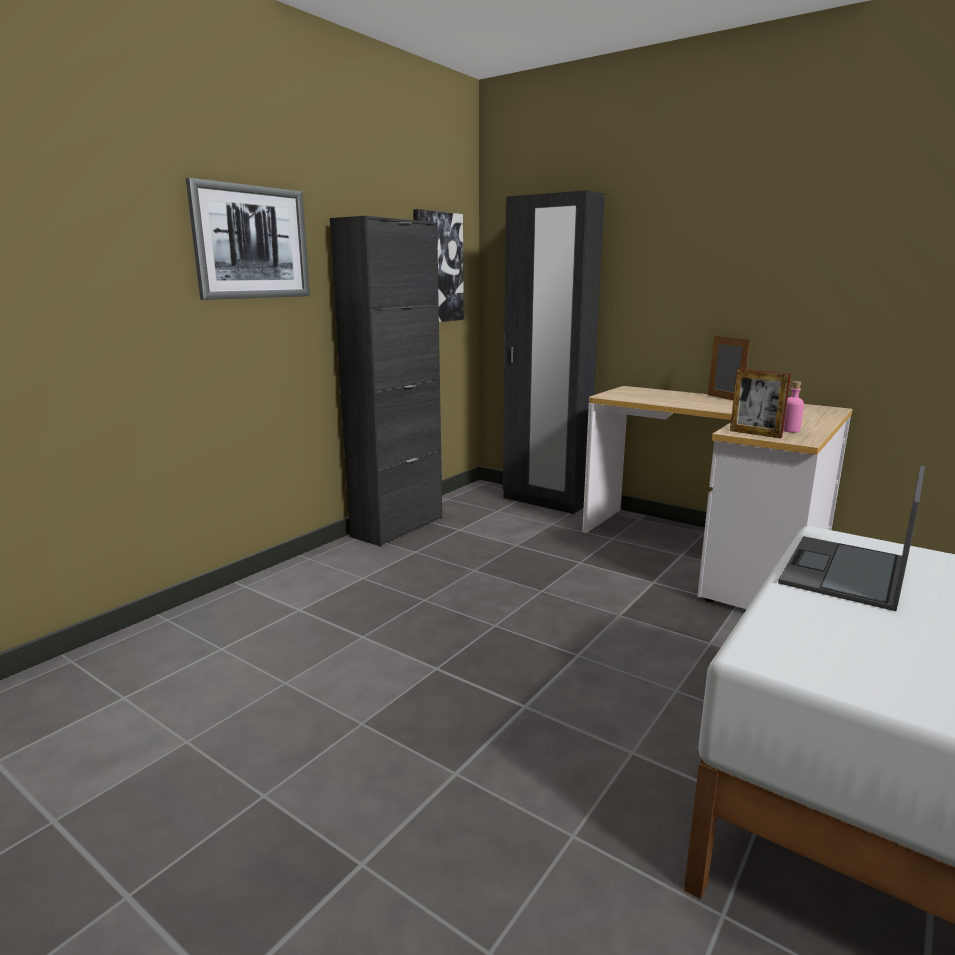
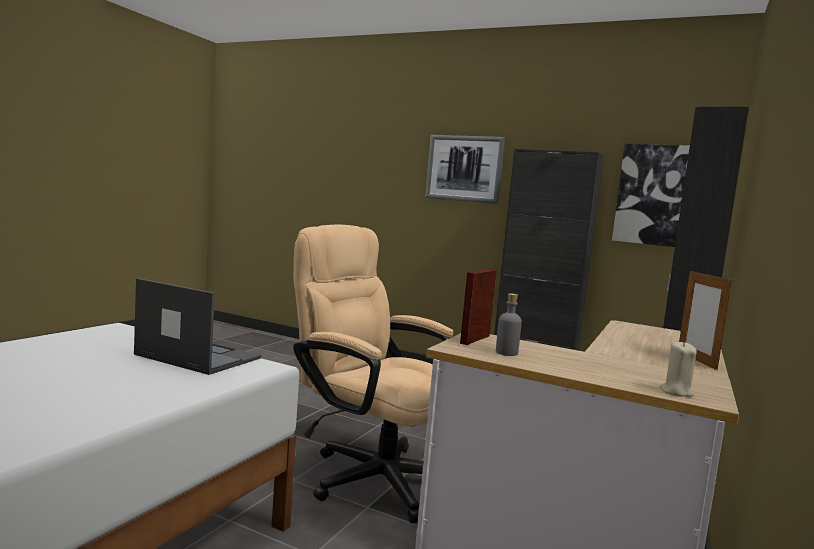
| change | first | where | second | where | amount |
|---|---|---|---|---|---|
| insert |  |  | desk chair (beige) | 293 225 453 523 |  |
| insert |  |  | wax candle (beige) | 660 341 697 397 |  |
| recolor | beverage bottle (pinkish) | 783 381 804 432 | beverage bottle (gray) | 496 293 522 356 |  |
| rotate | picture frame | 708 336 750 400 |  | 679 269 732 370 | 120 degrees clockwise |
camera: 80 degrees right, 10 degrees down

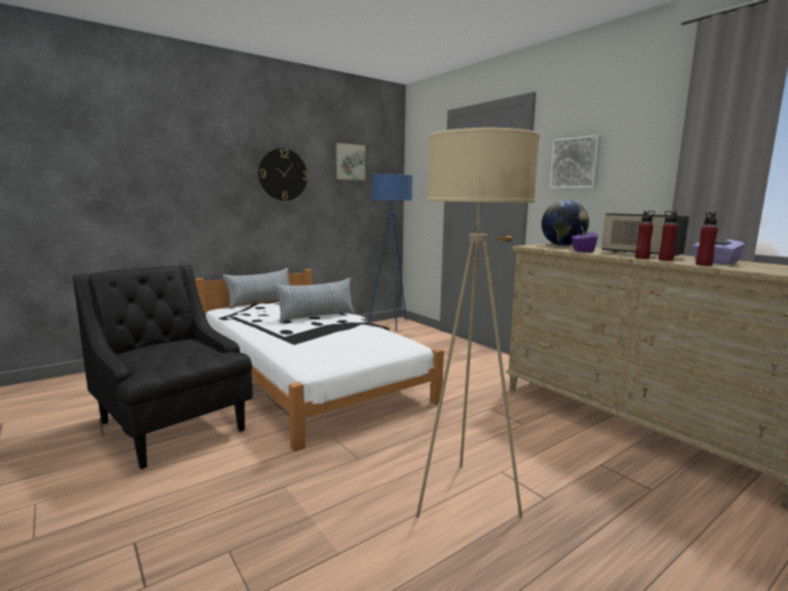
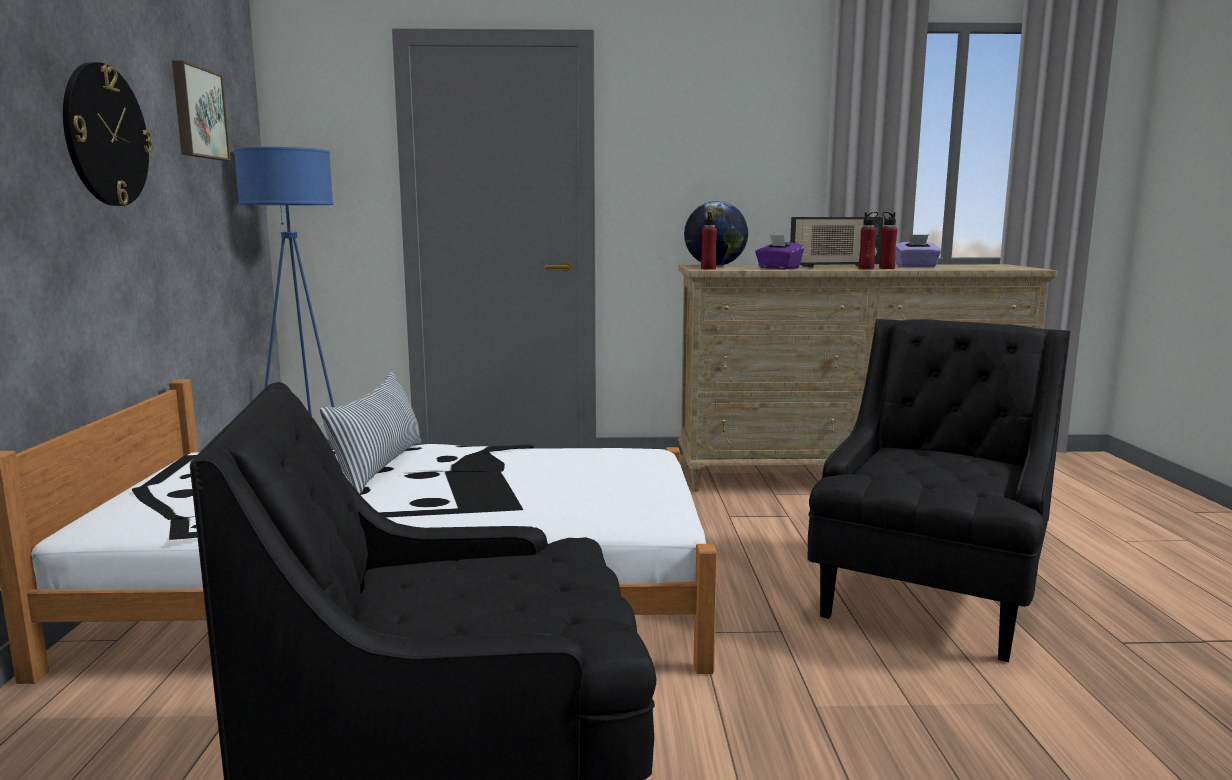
| change | first | where | second | where | amount |
|---|---|---|---|---|---|
| delete | pillow | 223 268 290 309 |  |  |  |
| delete | picture | 549 135 602 189 |  |  |  |
| move | beverage bottle (red) | 696 212 718 266 |  | 701 212 717 269 |  |
| replace | standing lamp (beige) | 416 128 540 519 | easy chair (black) | 808 319 1070 662 |  |
camera: 55 degrees left, 0 degrees up

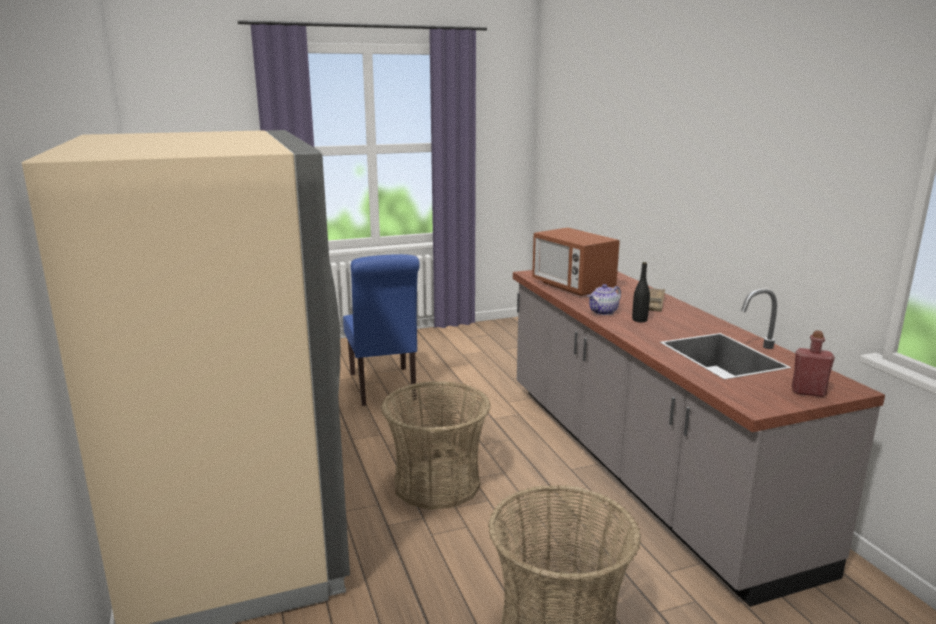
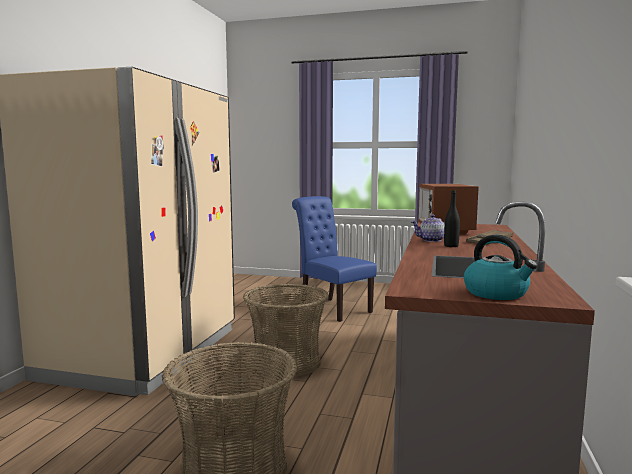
| change | first | where | second | where | amount |
|---|---|---|---|---|---|
| replace | beverage bottle (red) | 792 330 835 397 | water kettle | 464 235 538 300 |  |
| rotate | chair (bluish) | 343 254 420 406 |  | 292 196 377 322 | 120 degrees clockwise |
camera: 35 degrees right, 10 degrees down

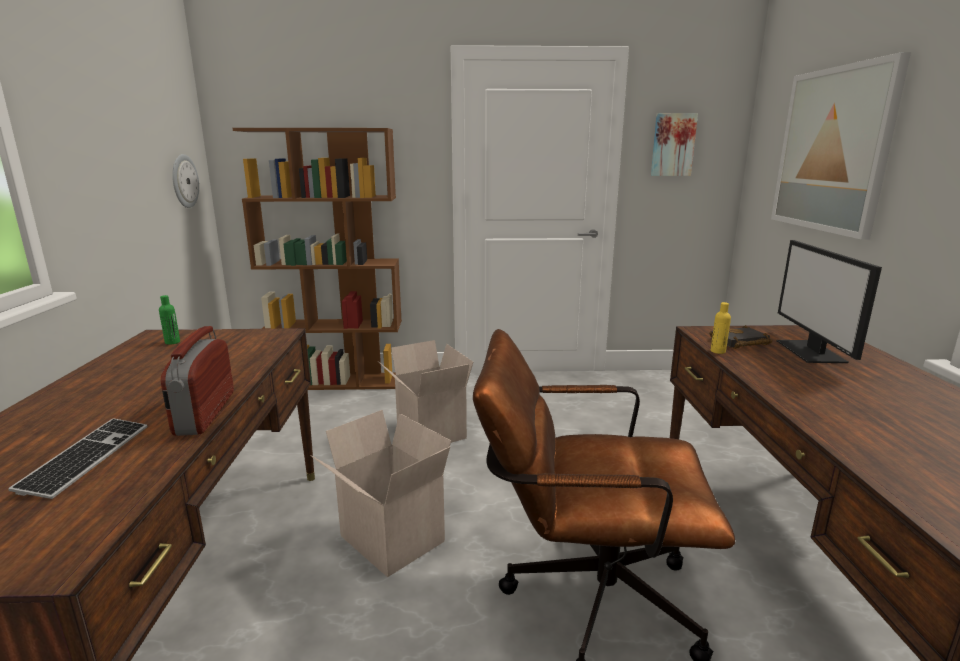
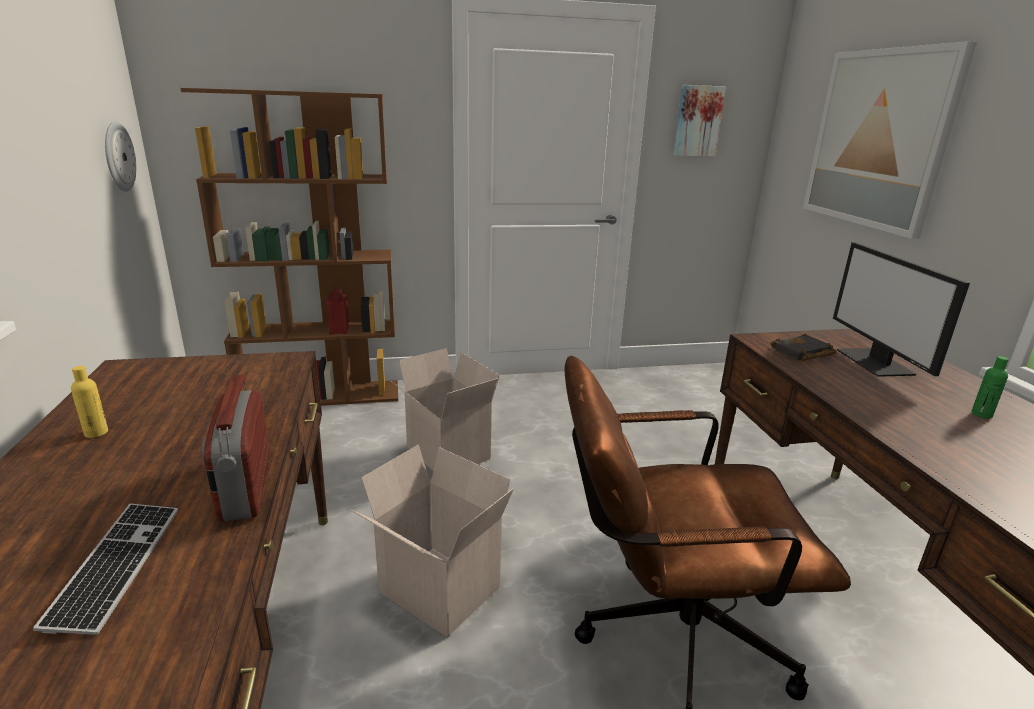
| change | first | where | second | where | amount |
|---|---|---|---|---|---|
| move | beverage bottle (greenish) | 159 295 180 345 |  | 971 356 1009 419 |  |
| move | beverage bottle (yellow-coloured) | 711 302 731 354 |  | 71 366 108 438 |  |
camera: 10 degrees left, 5 degrees up

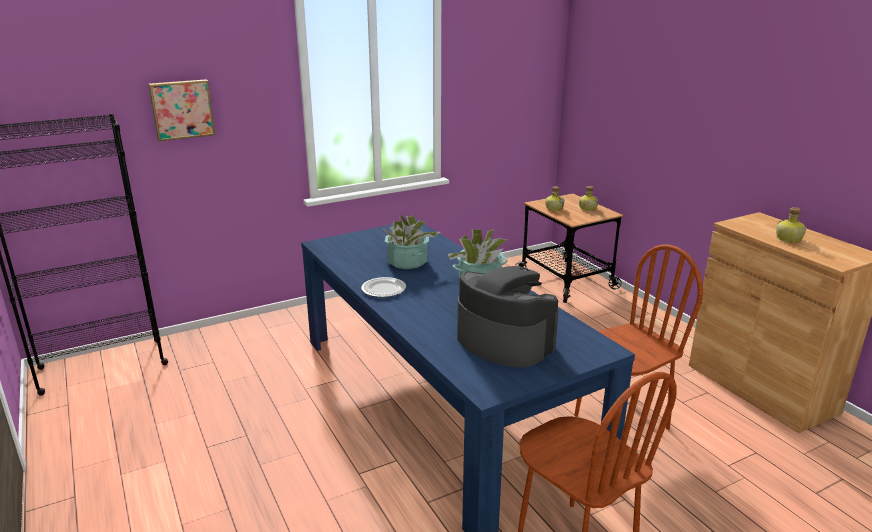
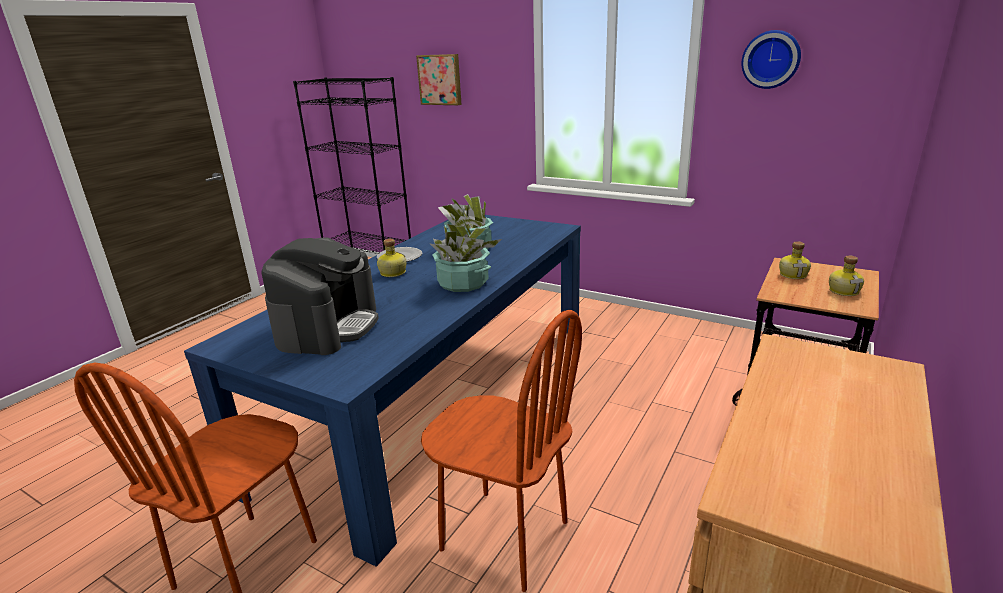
| change | first | where | second | where | amount |
|---|---|---|---|---|---|
| insert |  |  | wall clock | 742 30 801 89 |  |
| move | beverage bottle | 776 207 806 243 |  | 377 239 406 277 |  |
camera: 60 degrees right, 0 degrees up

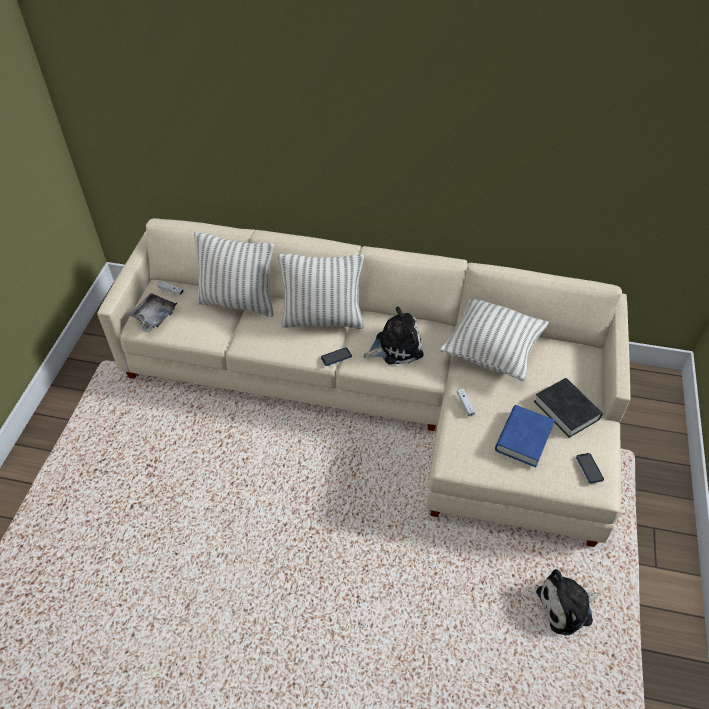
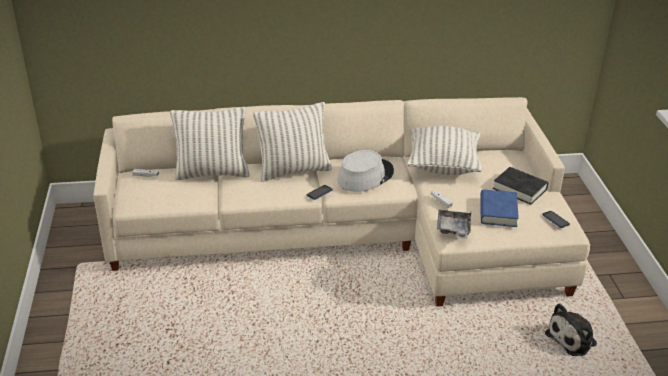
| change | first | where | second | where | amount |
|---|---|---|---|---|---|
| move | carrying tray (gray) | 129 293 177 332 |  | 437 210 471 239 |  |
| replace | cuddly toy | 363 306 424 364 | wearable hat (gray) | 337 150 394 192 |  |
camera: 20 degrees left, 15 degrees down

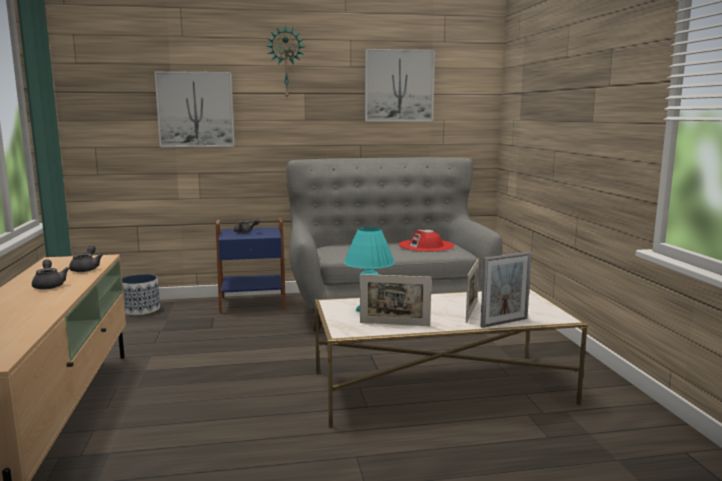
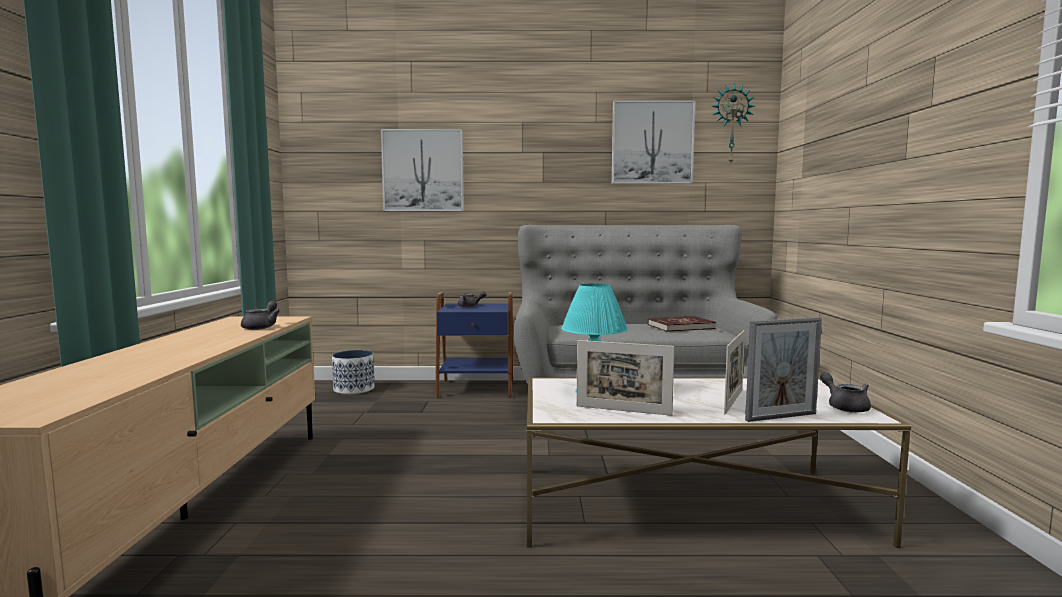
| change | first | where | second | where | amount |
|---|---|---|---|---|---|
| move | pot for tea (gray) | 32 259 70 290 |  | 820 372 871 413 |  |
| move | wall clock | 267 25 305 97 |  | 712 83 754 163 |  |
| replace | wearable hat (red) | 399 230 454 252 | bound book (red) | 648 316 716 332 |  |
camera: 10 degrees right, 5 degrees down

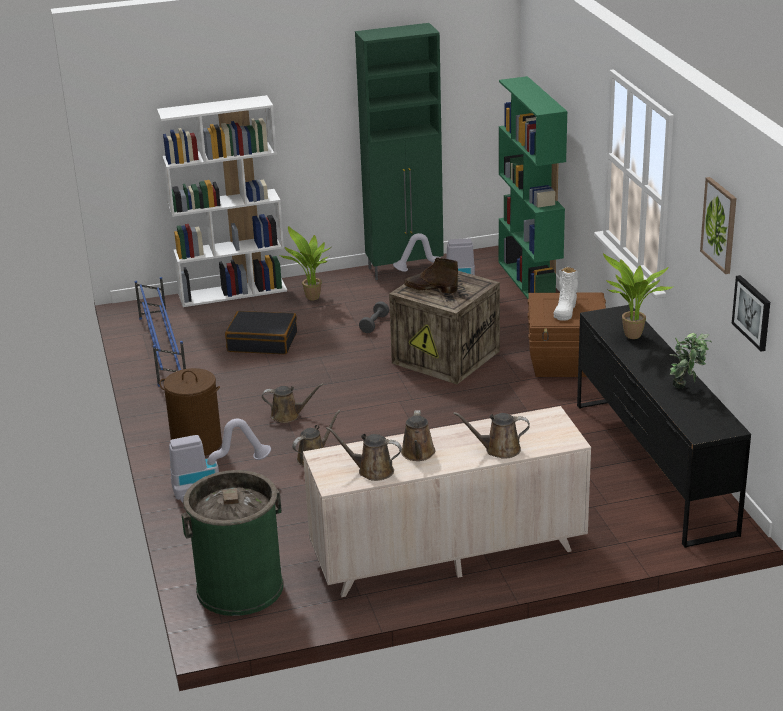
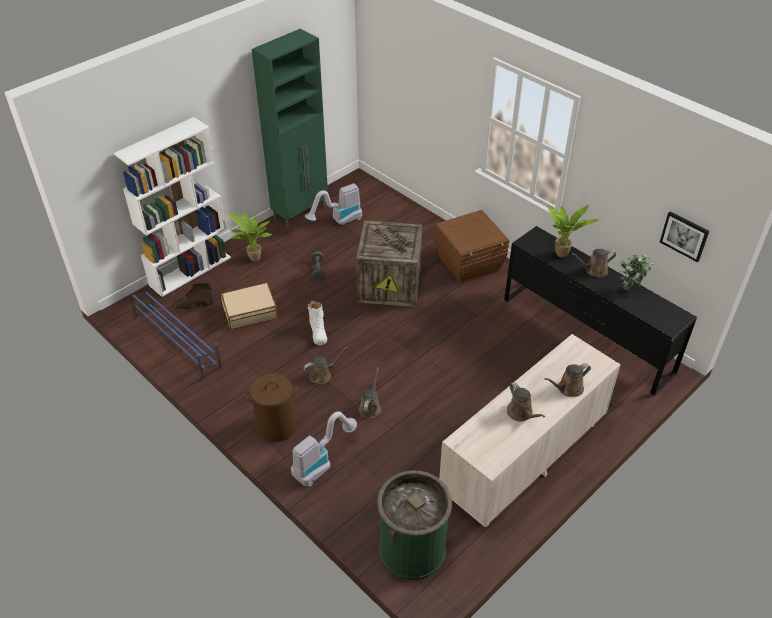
| change | first | where | second | where | amount |
|---|---|---|---|---|---|
| delete | bookcase (greenish) | 499 76 568 299 |  |  |  |
| delete | picture | 700 177 736 274 |  |  |  |
| move | sprinkling can (brown) | 326 427 402 481 |  | 571 249 616 277 |  |
| move | tall boot (brown) | 404 258 458 293 |  | 173 283 213 310 |  |
| move | tall boot (whitish) | 553 267 578 321 |  | 308 301 327 345 |  |
| recolor | travel case (black) | 225 311 297 354 | travel case (beige) | 221 283 277 330 |  |
camera: 30 degrees left, 15 degrees up

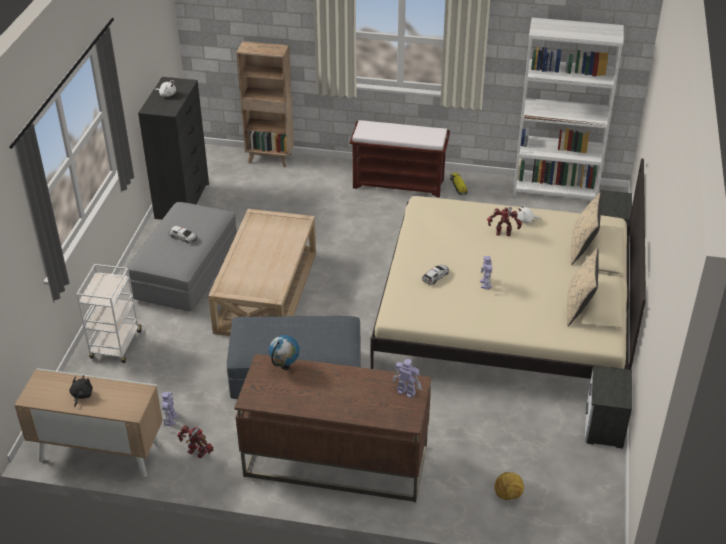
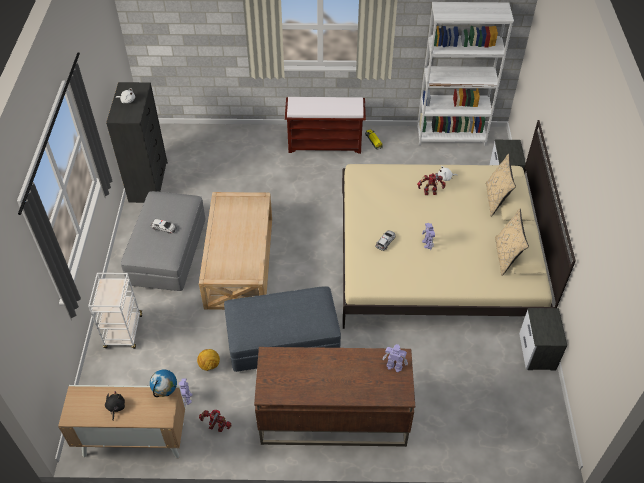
| change | first | where | second | where | amount |
|---|---|---|---|---|---|
| delete | bookcase (brown) | 236 41 294 167 |  |  |  |
| move | desk globe | 269 335 300 370 |  | 150 369 177 397 |  |
| move | ball for football | 494 472 524 500 |  | 197 349 220 371 |  |
camera: 10 degrees left, 10 degrees up

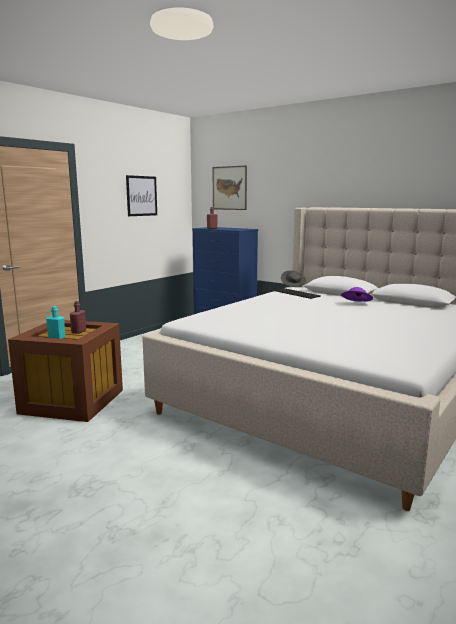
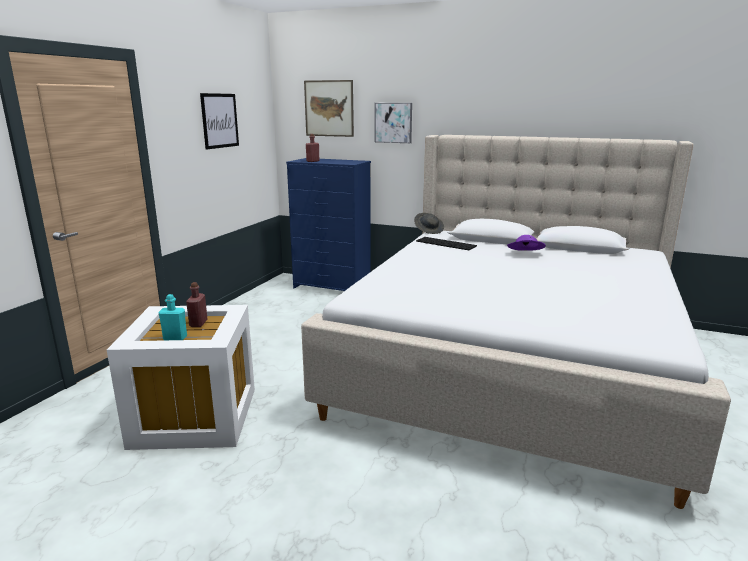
| change | first | where | second | where | amount |
|---|---|---|---|---|---|
| insert |  |  | picture | 375 103 412 143 |  |
| recolor | storage container (brown) | 8 320 123 422 | storage container (whitish) | 107 305 255 450 |  |
camera: 15 degrees left, 5 degrees up

